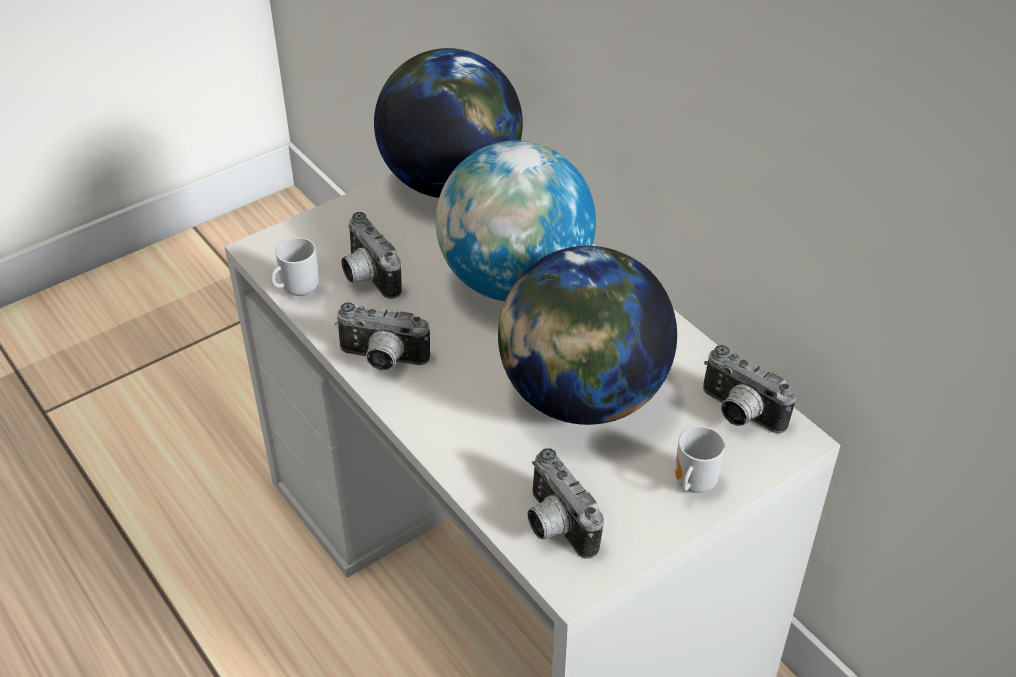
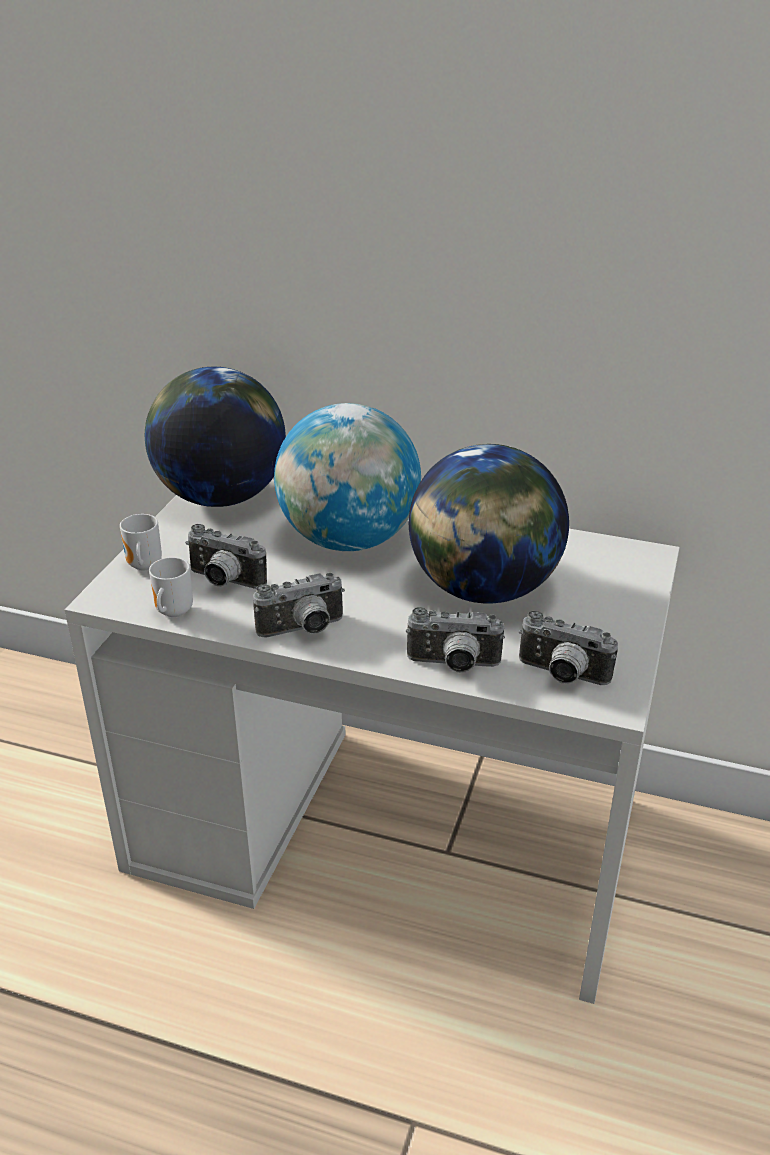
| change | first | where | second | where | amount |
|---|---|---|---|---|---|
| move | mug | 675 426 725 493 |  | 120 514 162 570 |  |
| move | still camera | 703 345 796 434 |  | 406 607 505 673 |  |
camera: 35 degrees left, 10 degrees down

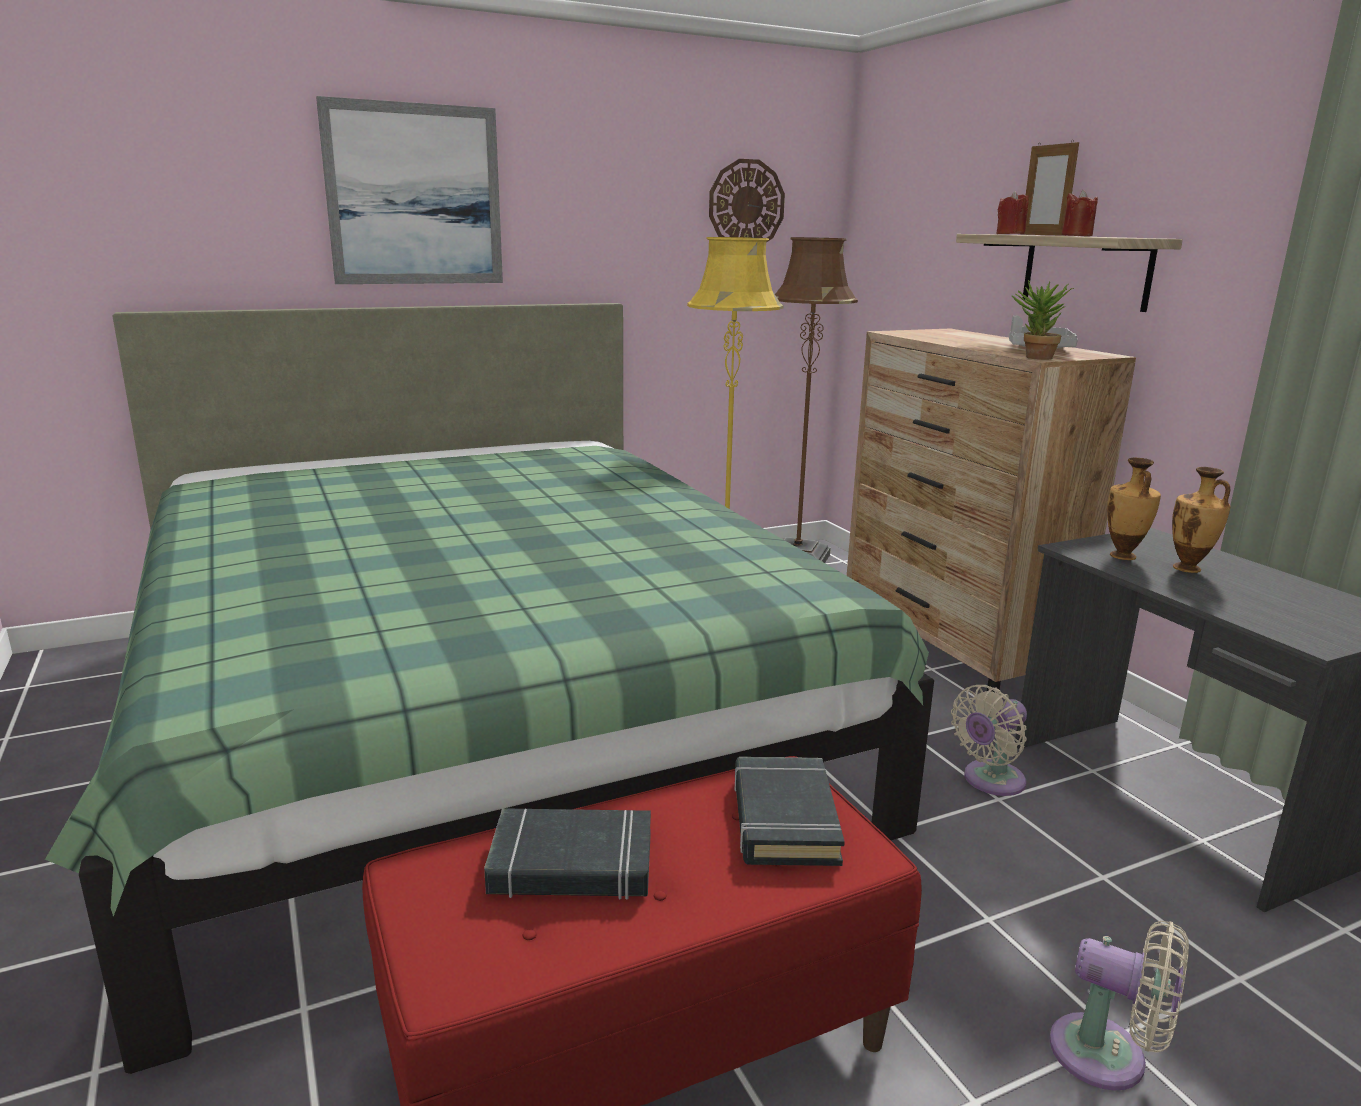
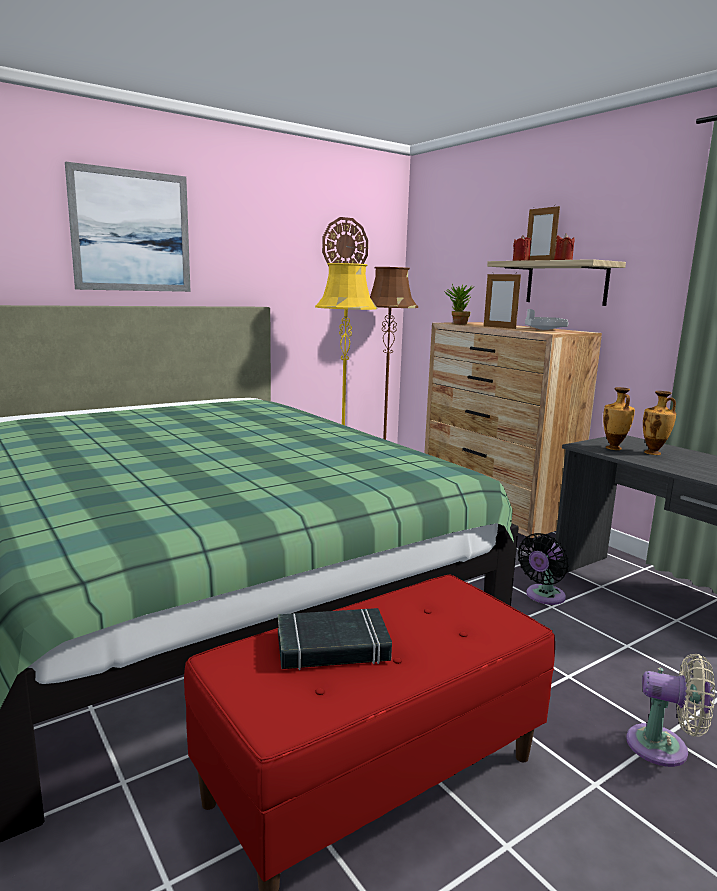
| change | first | where | second | where | amount |
|---|---|---|---|---|---|
| delete | bound book (black) | 734 757 845 866 |  |  |  |
| insert |  |  | picture frame | 484 272 521 329 |  |
| move | potted plant | 1012 280 1074 360 |  | 444 284 472 324 |  |
| recolor | fan (beige) | 951 685 1027 796 | fan (black) | 518 533 569 605 |  |
camera: 10 degrees left, 5 degrees down

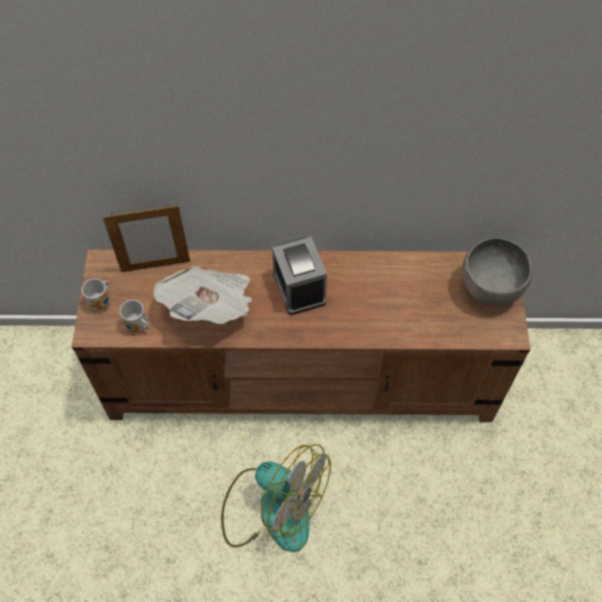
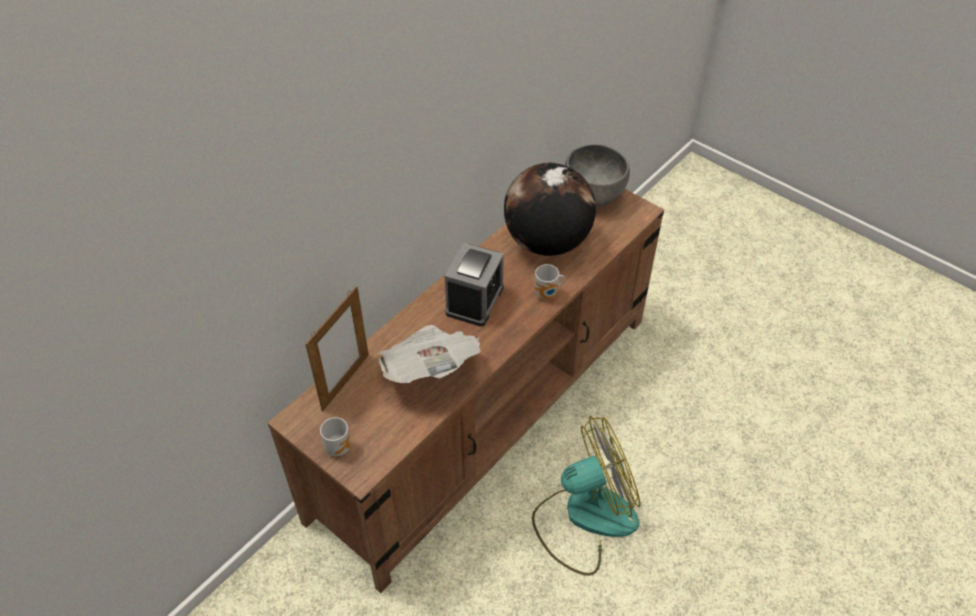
| change | first | where | second | where | amount |
|---|---|---|---|---|---|
| insert |  |  | desk globe | 504 163 596 256 |  |
| move | mug | 120 300 149 332 |  | 534 264 565 299 |  |
| rotate | table clock | 272 237 327 315 |  | 445 243 504 327 | 90 degrees counterclockwise |
camera: 50 degrees left, 10 degrees down

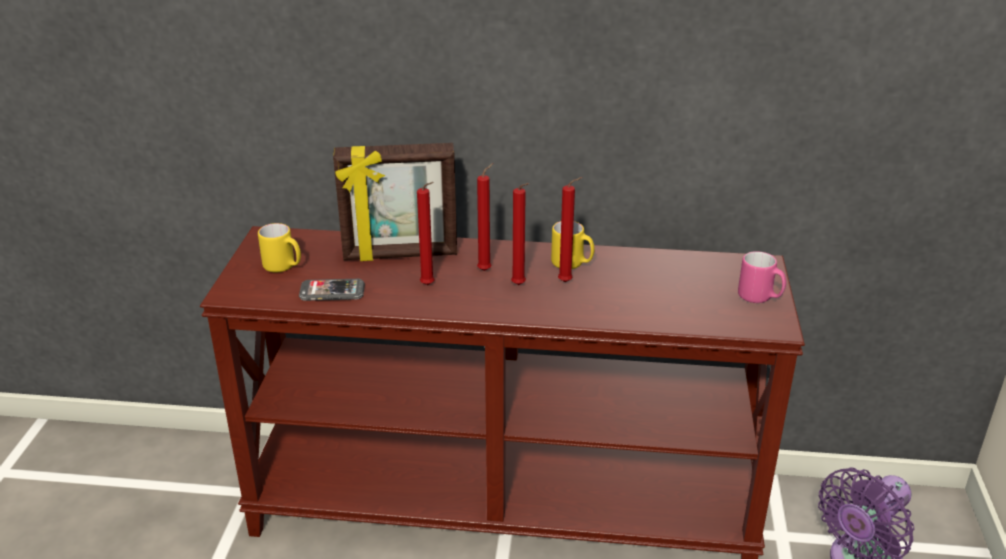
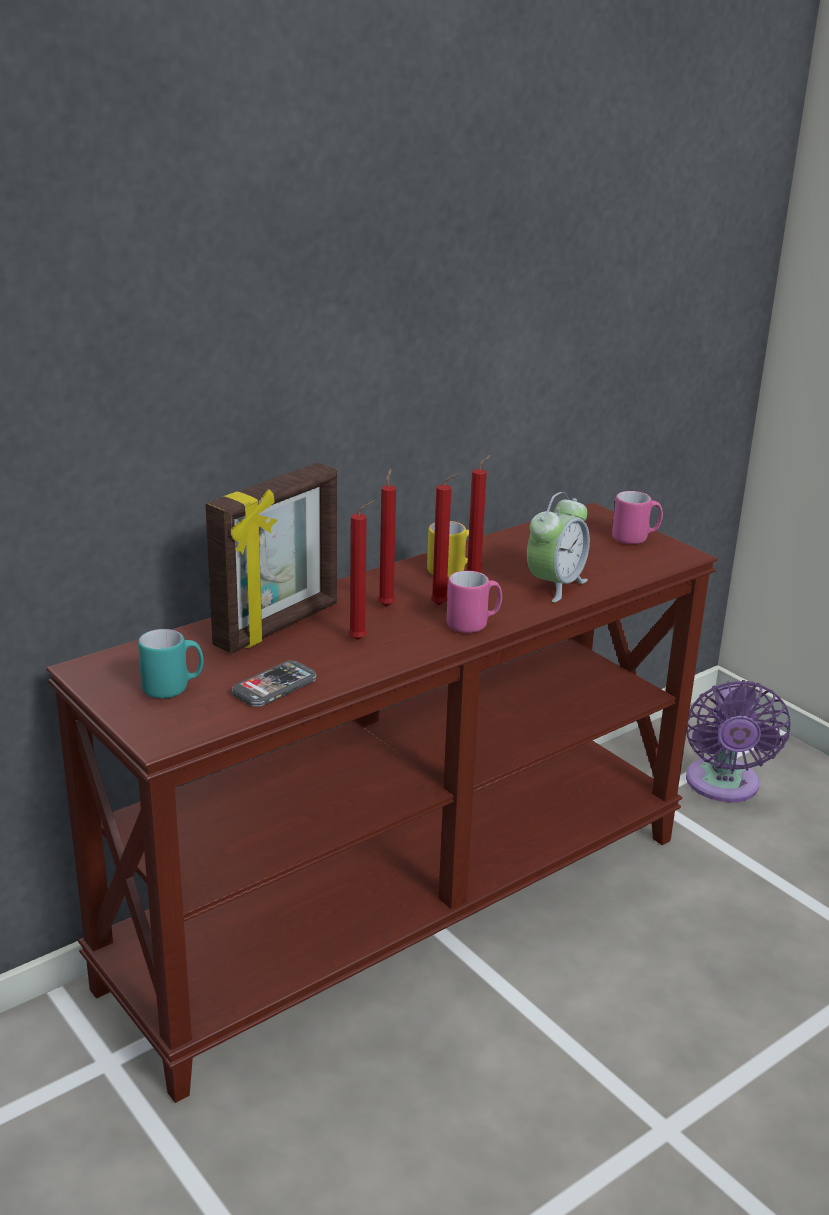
| change | first | where | second | where | amount |
|---|---|---|---|---|---|
| insert |  |  | mug (pinkish) | 447 571 502 633 |  |
| insert |  |  | table clock | 527 492 590 602 |  |
| recolor | mug (yellow-coloured) | 258 223 301 272 | mug (blue-green) | 138 629 204 699 |  |
camera: 45 degrees left, 5 degrees down

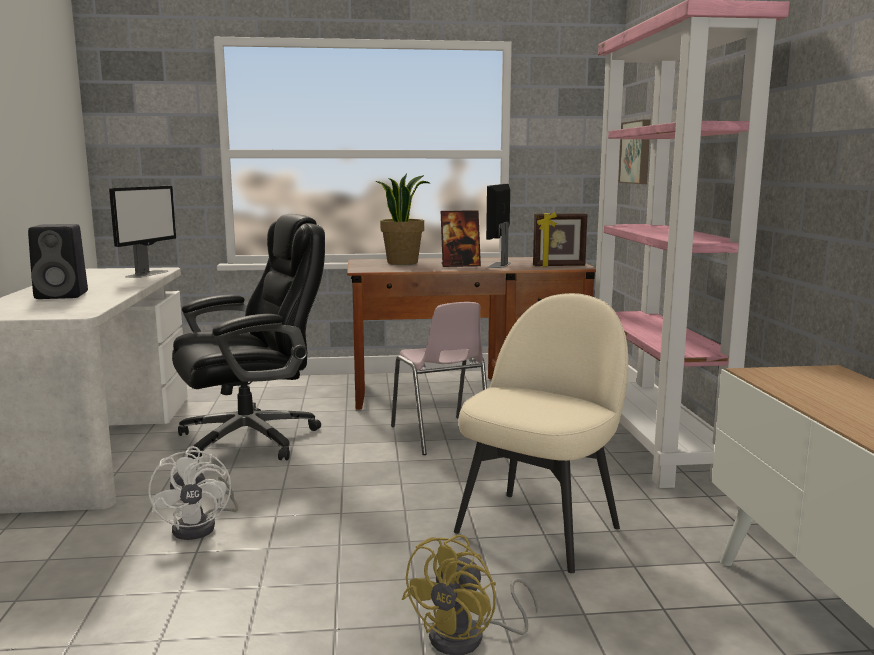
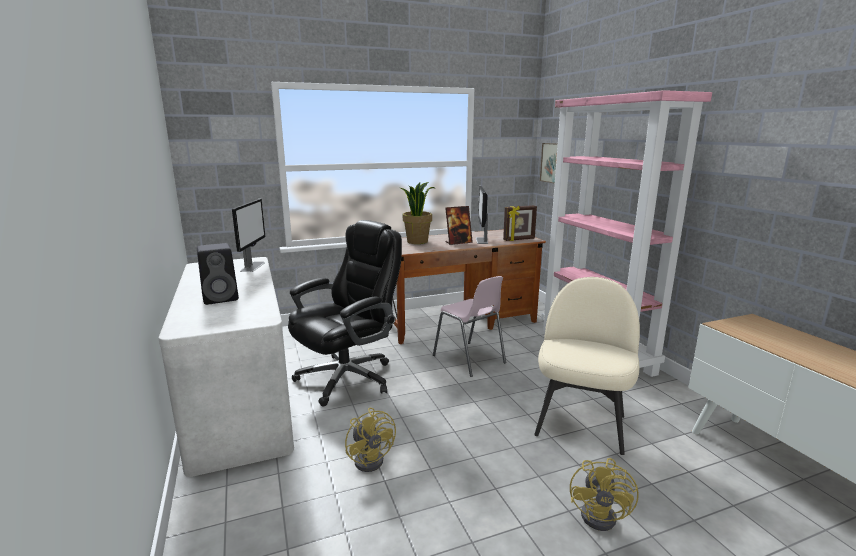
| change | first | where | second | where | amount |
|---|---|---|---|---|---|
| recolor | fan (whitish) | 148 446 238 540 | fan (yellow-coloured) | 345 408 396 472 |  |
camera: 15 degrees left, 5 degrees up

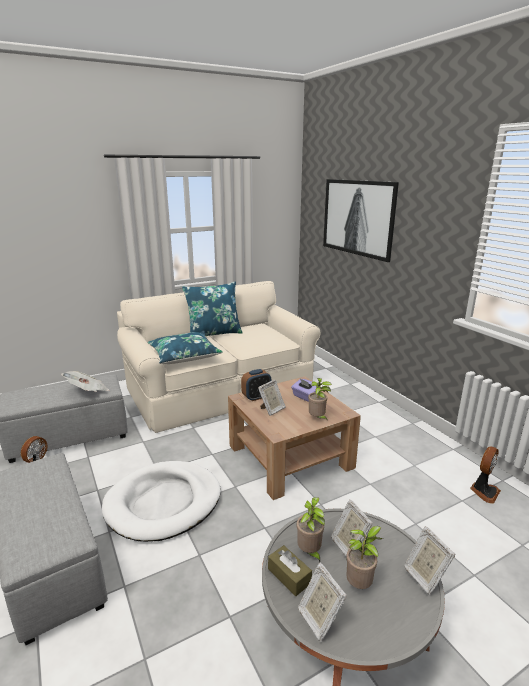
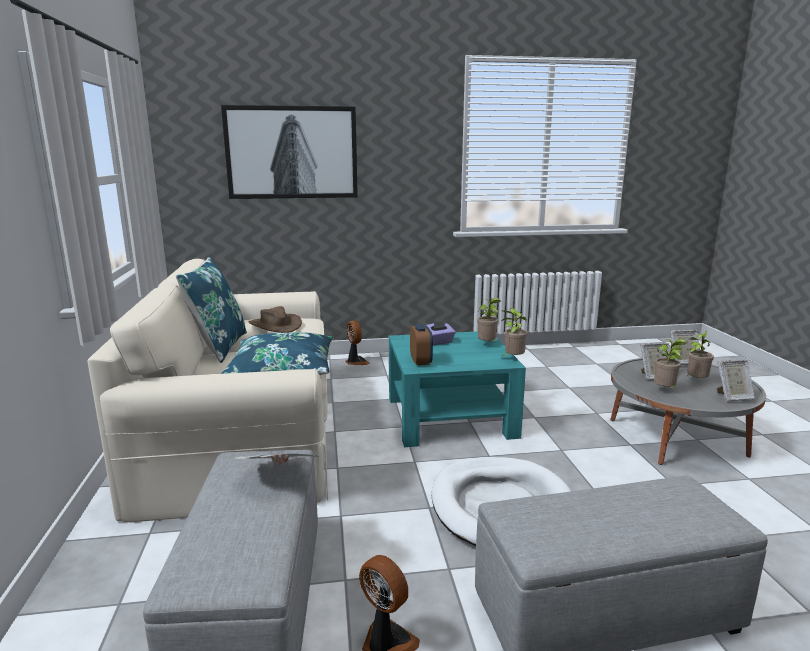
| change | first | where | second | where | amount |
|---|---|---|---|---|---|
| delete | picture frame | 258 380 286 416 |  |  |  |
| delete | box of tissues (brown) | 268 545 312 596 |  |  |  |
| insert |  |  | wearable hat (brown) | 248 306 302 333 |  |
| insert |  |  | potted plant | 502 308 528 356 |  |
| move | fan | 470 447 501 504 |  | 345 320 370 365 |  |
| recolor | lounge table (brown) | 228 376 361 500 | lounge table (blue-green) | 389 331 526 447 |  |
camera: 70 degrees left, 5 degrees down

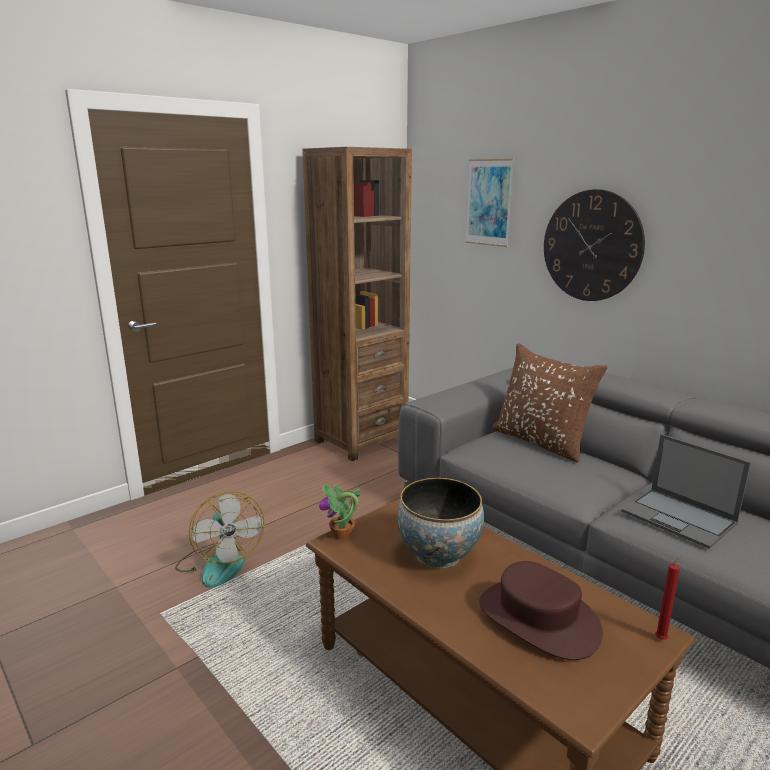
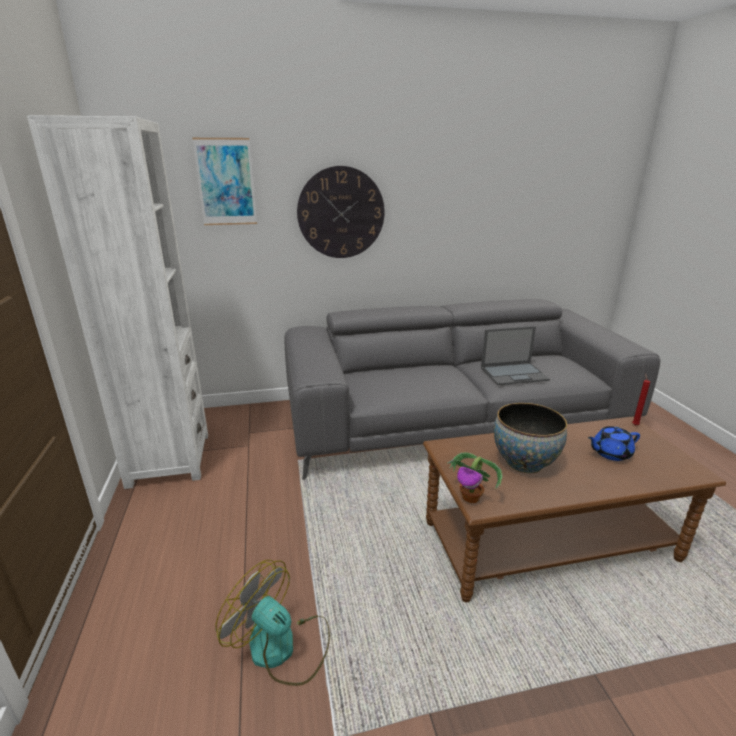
| change | first | where | second | where | amount |
|---|---|---|---|---|---|
| delete | pillow (brown) | 492 343 607 463 |  |  |  |
| replace | wearable hat (brown) | 479 561 603 660 | pot for tea (bluish) | 588 426 640 461 |  |
| recolor | bookcase (brown) | 302 147 412 461 | bookcase (whitish) | 27 115 208 489 |  |
| rotate | fan | 175 491 264 588 |  | 215 560 330 686 | 150 degrees counterclockwise |
camera: 60 degrees left, 5 degrees up

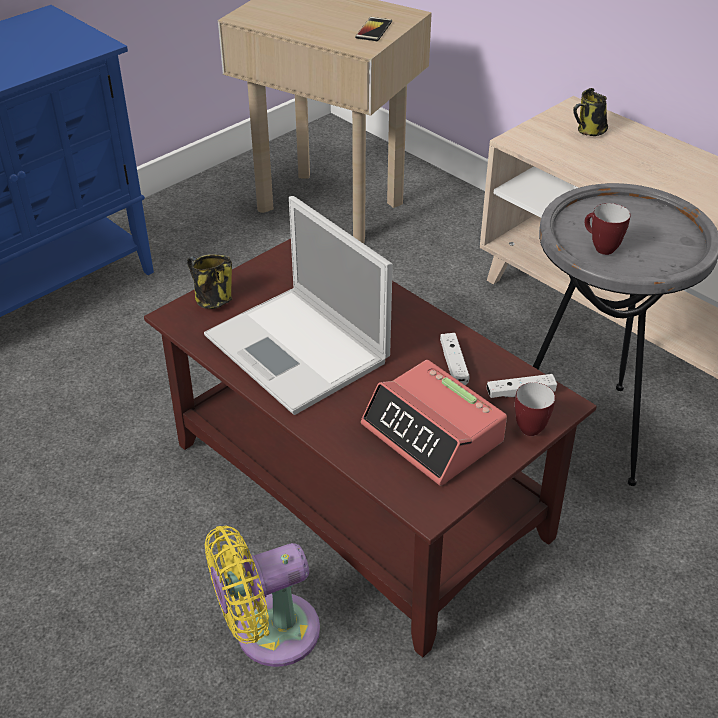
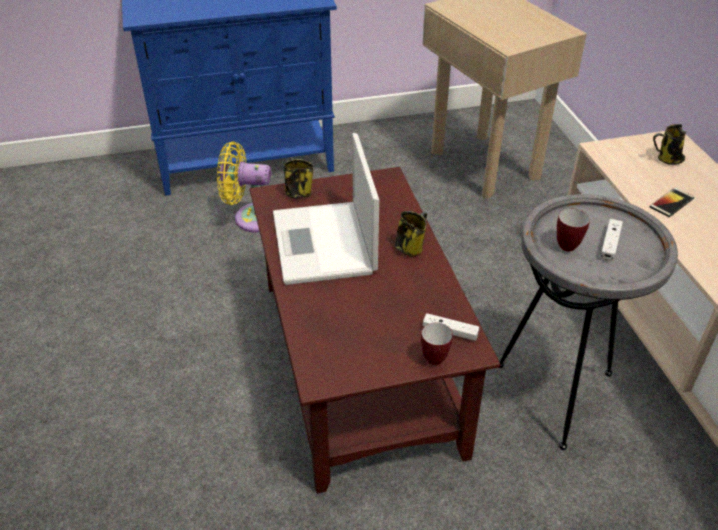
| change | first | where | second | where | amount |
|---|---|---|---|---|---|
| delete | table clock | 361 360 507 486 |  |  |  |
| insert |  |  | mug | 395 211 427 257 |  |
| move | fan (yellow-coloured) | 205 526 320 667 |  | 217 142 271 232 |  |
| move | phone | 355 17 392 41 |  | 650 188 694 217 |  |
| move | joypad (whitish) | 440 333 469 385 |  | 600 219 623 261 |  |
camera: 30 degrees right, 0 degrees up

